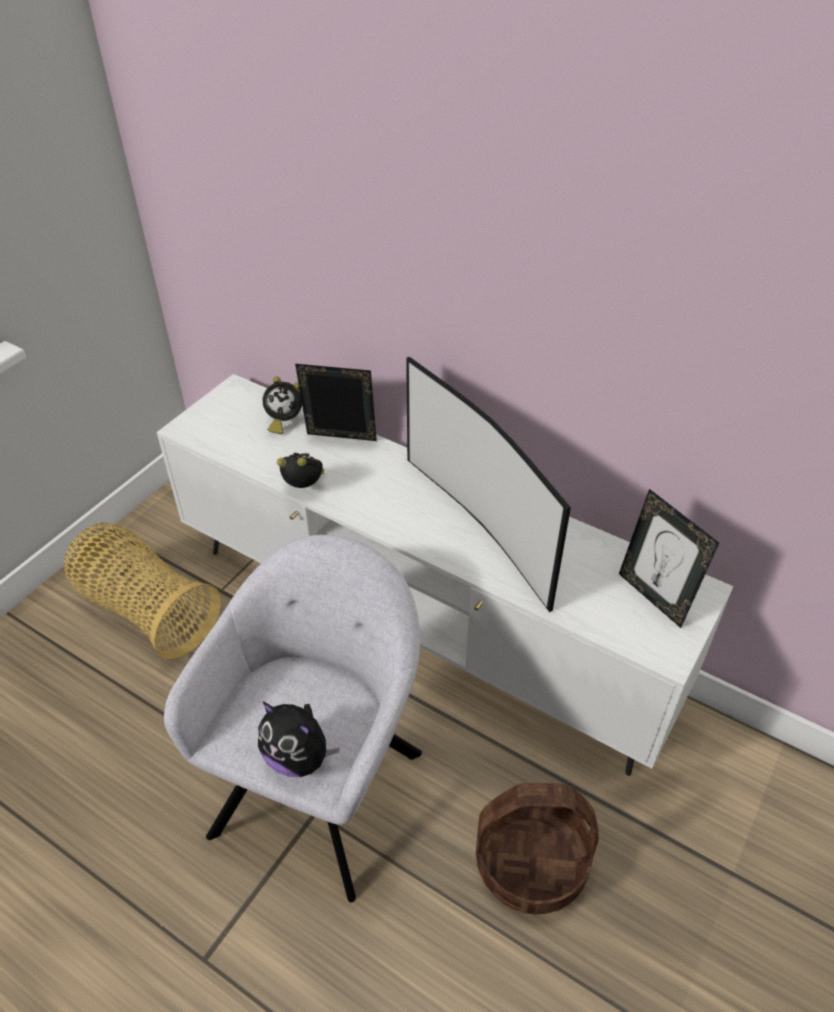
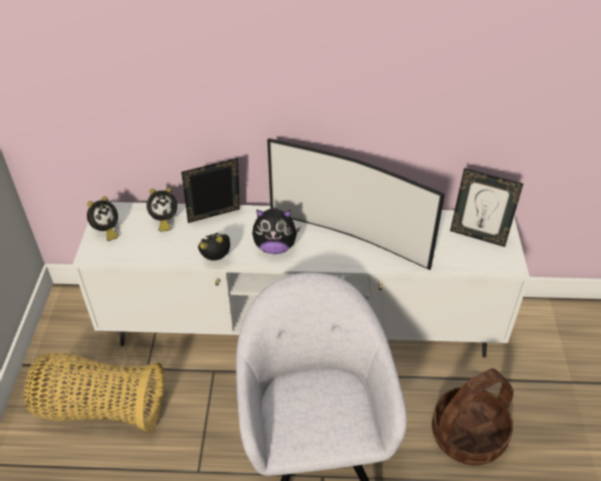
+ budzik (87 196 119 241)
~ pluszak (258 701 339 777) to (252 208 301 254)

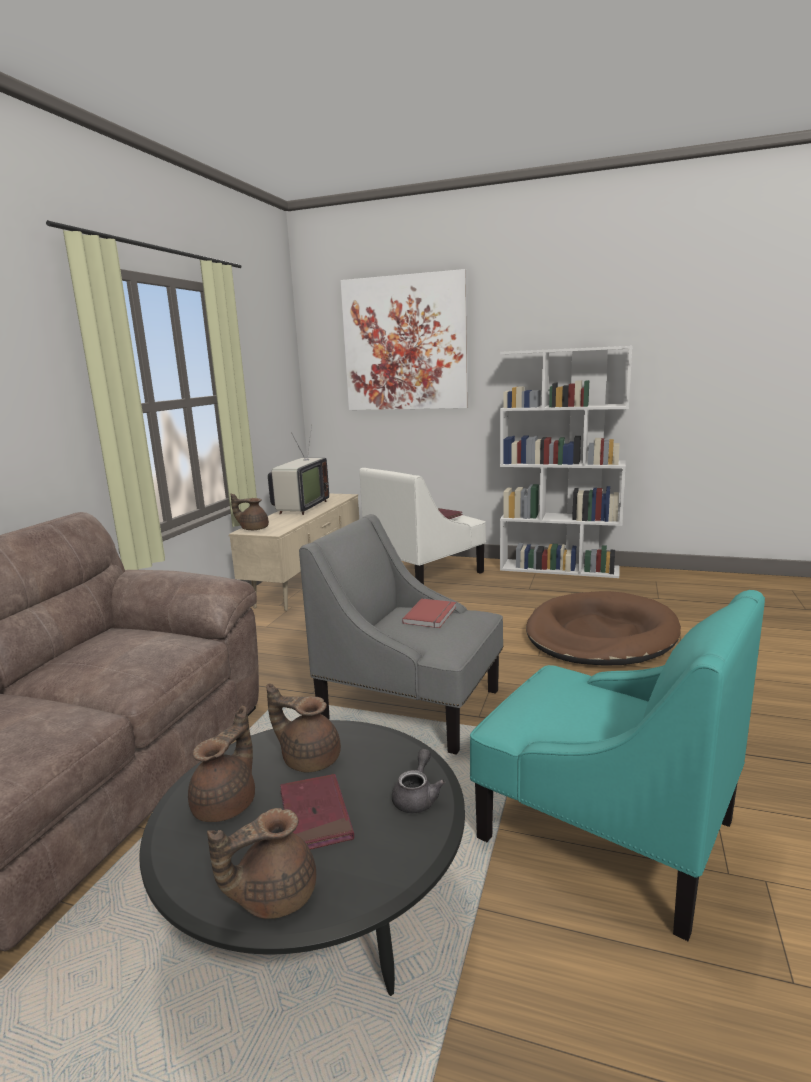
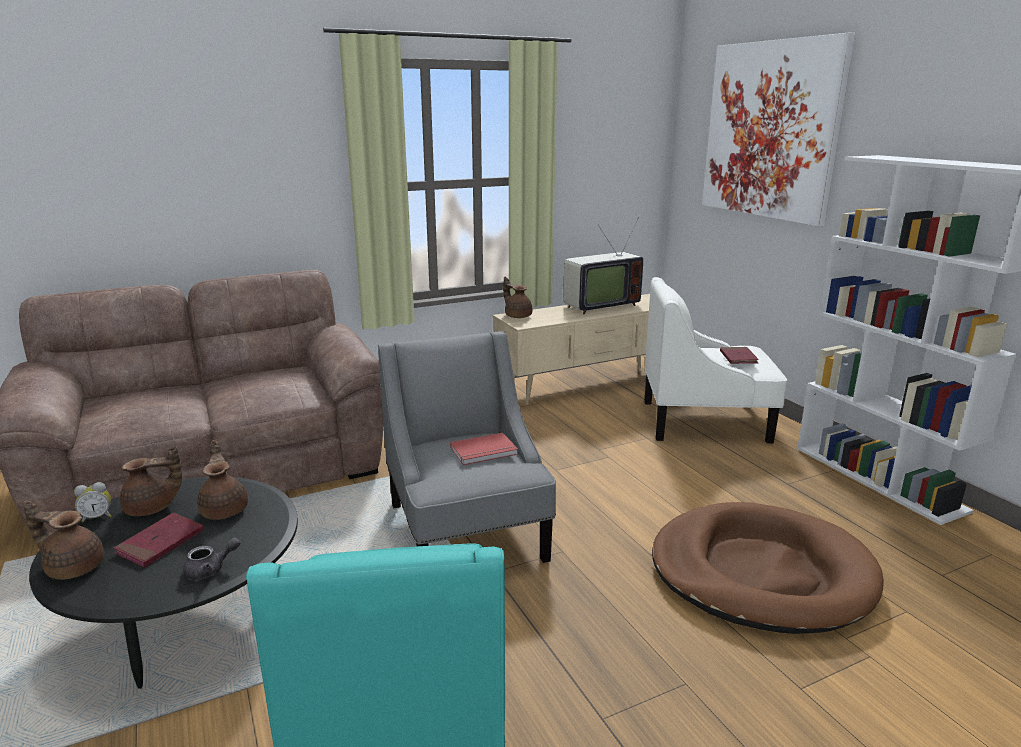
+ budzik (74 482 111 523)

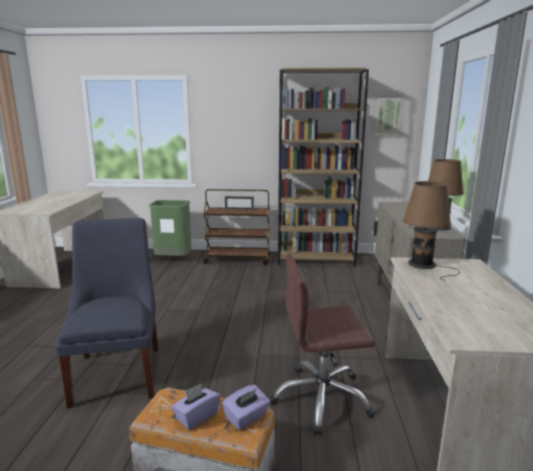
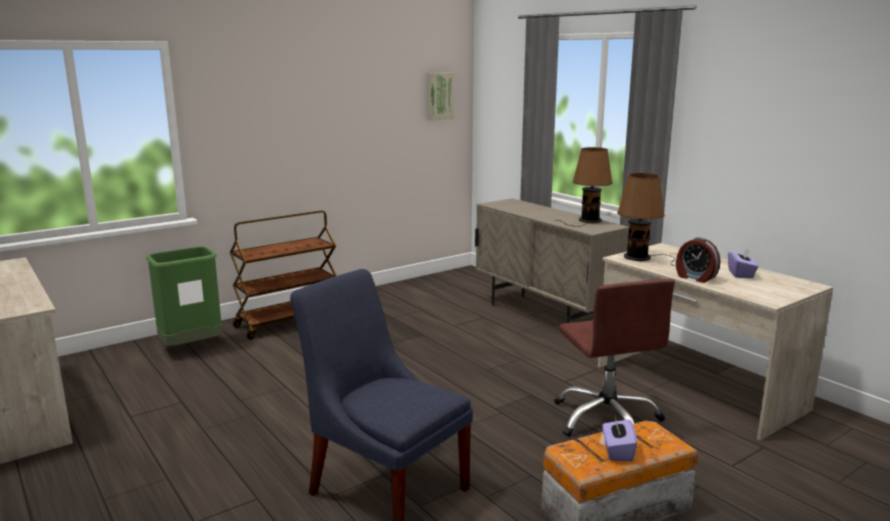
- ramka na zdjęcie (225 196 254 210)
- regał/brązowy (278 68 369 267)
+ budzik (676 237 720 283)
~ pudełko chusteczek/fioletowy (222 385 270 430) to (728 247 758 278)
~ krzesło biurowe/brązowy (269 254 375 436) = (554 279 675 437) 60 degrees counterclockwise

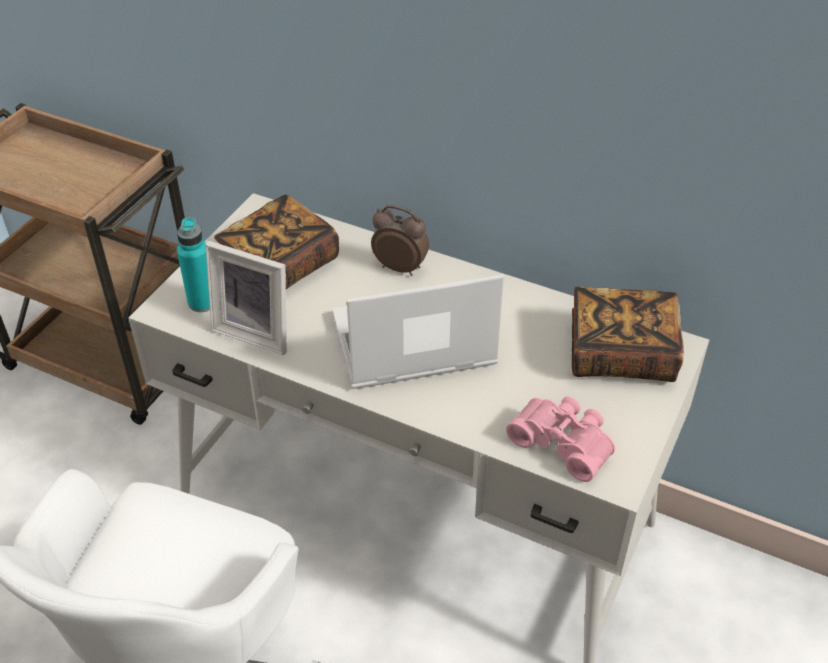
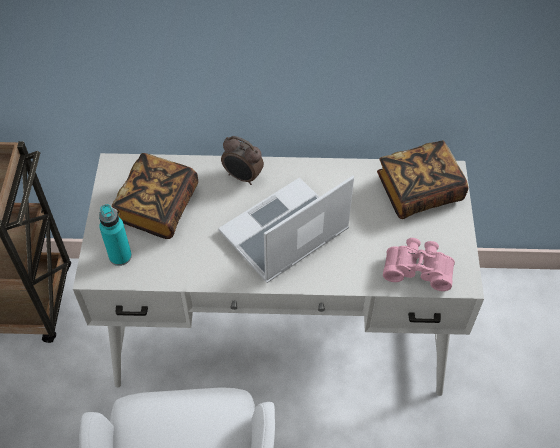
- ramka na zdjęcie (205 241 287 355)
~ budzik (371 205 429 276) = (221 136 264 185) 150 degrees counterclockwise

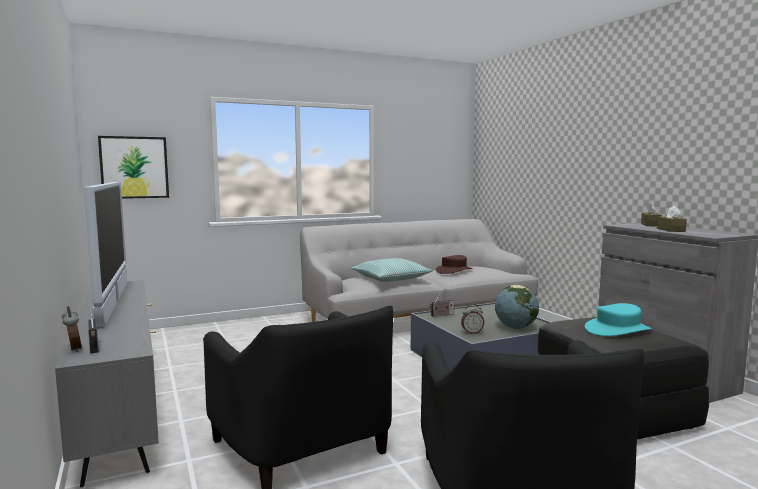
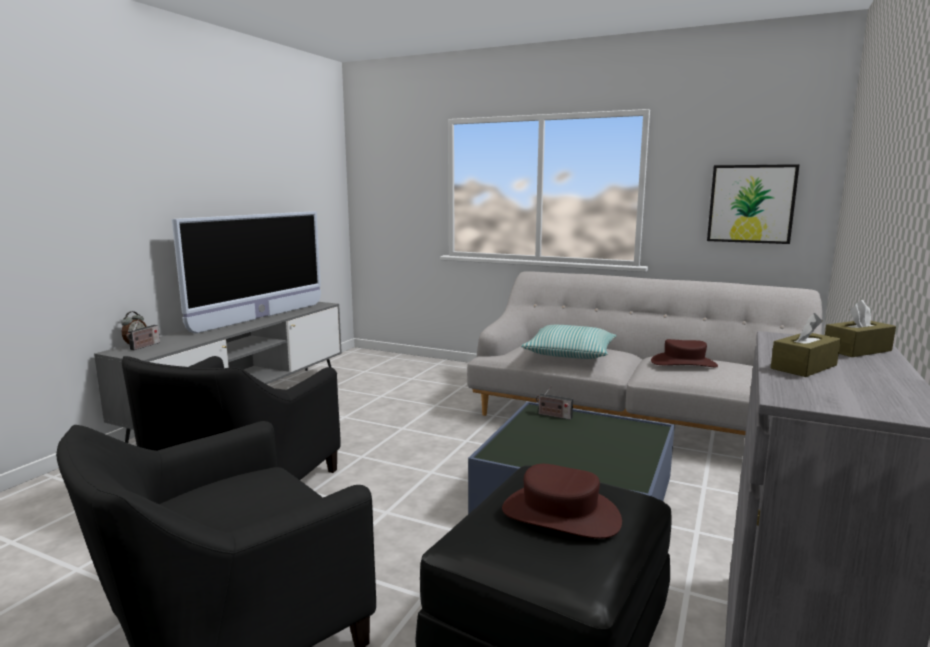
- budzik (461 304 484 334)
- globus (495 285 539 329)
~ obraz (98 136 169 199) to (707 164 800 244)
~ kapelusz/turkusowy (585 303 652 336) to kapelusz/brązowy (502 464 622 539)

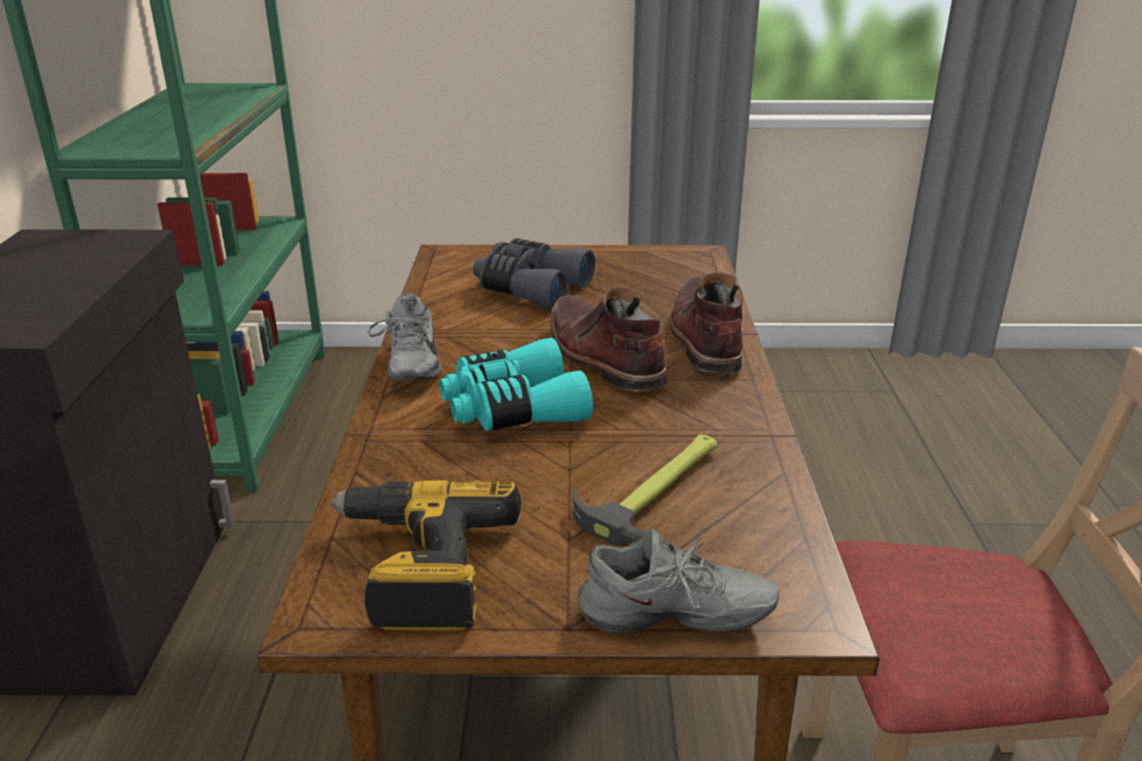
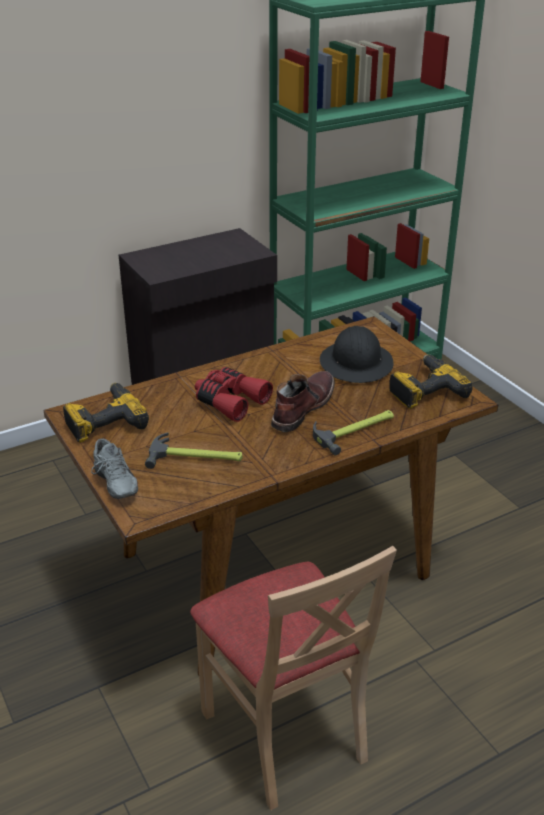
- but/szary (368 292 441 381)
+ wiertarka (389 354 473 409)
~ lornetka/szary (473 238 595 309) to kask/czarny (320 326 394 383)
~ but z cholewką/brązowy (670 272 743 374) to młotek (313 410 394 455)
~ lornetka/turkusowy (439 338 593 431) to lornetka/czerwony (195 367 273 422)

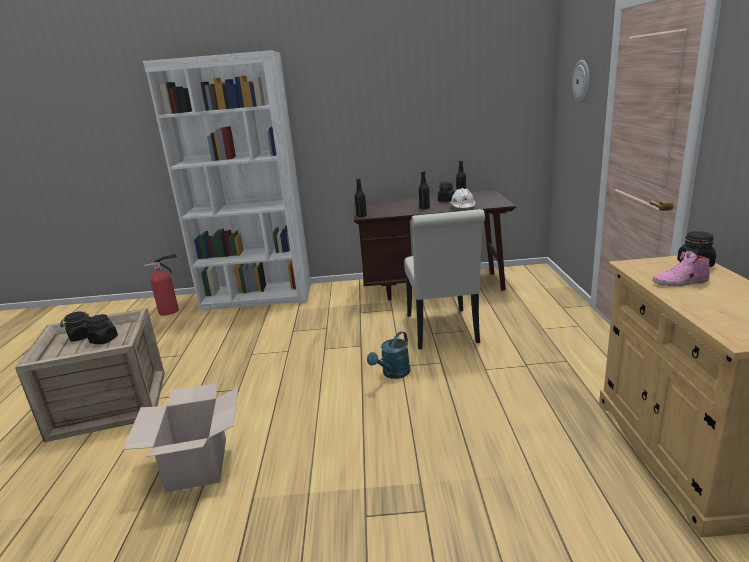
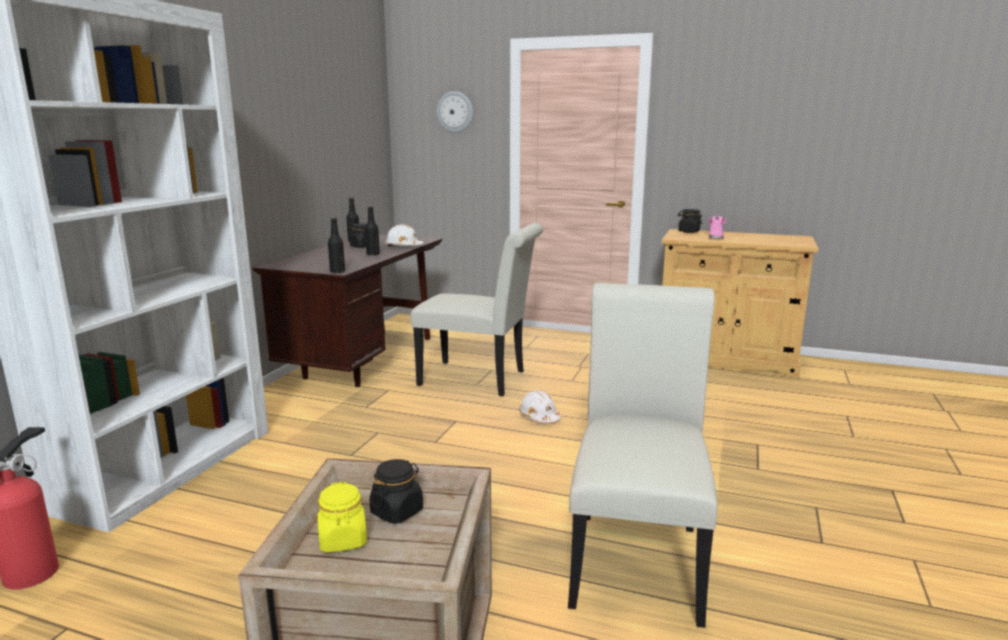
~ karton (123 383 238 492) to krzesło/biały (568 283 717 628)
~ konewka/turkusowy (367 331 410 379) to kask/biały (519 390 561 423)
~ słoik/czarny (60 312 90 342) to słoik/żółty (317 482 367 553)

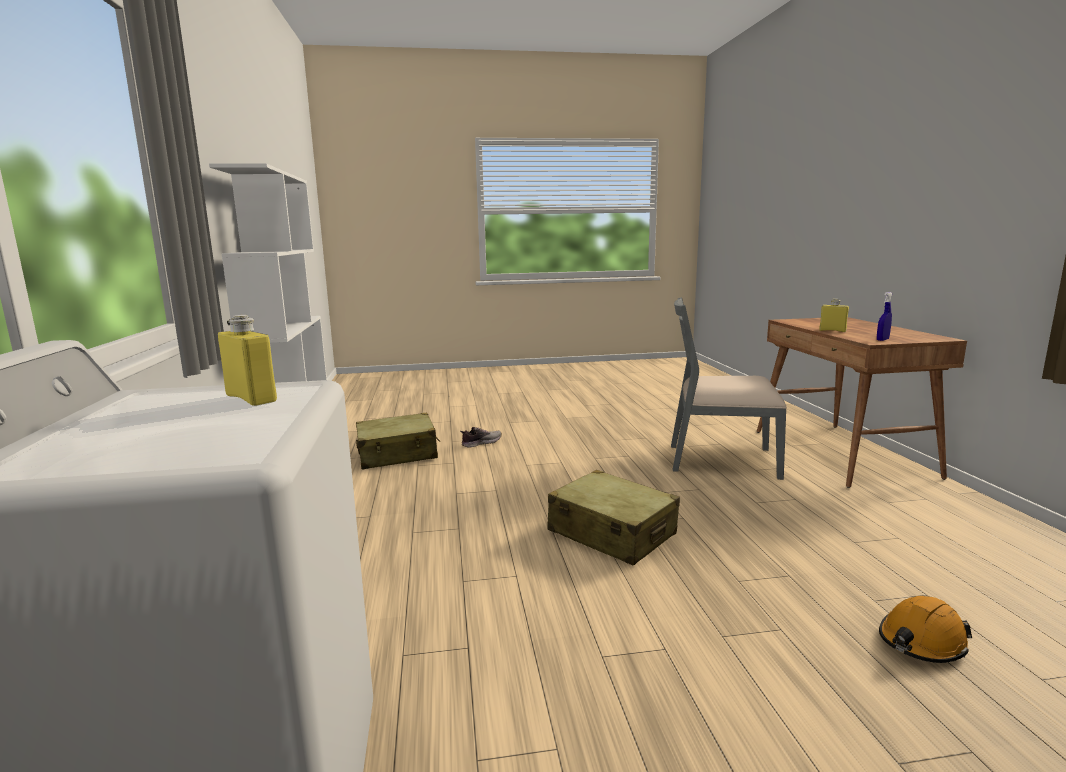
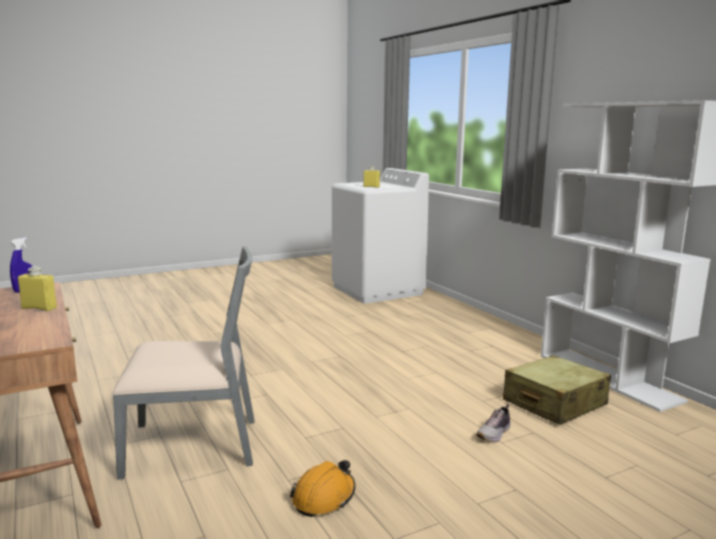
- walizka/beżowy (548 470 680 566)
~ kask/pomarańczowy (879 596 972 663) to (290 460 355 517)

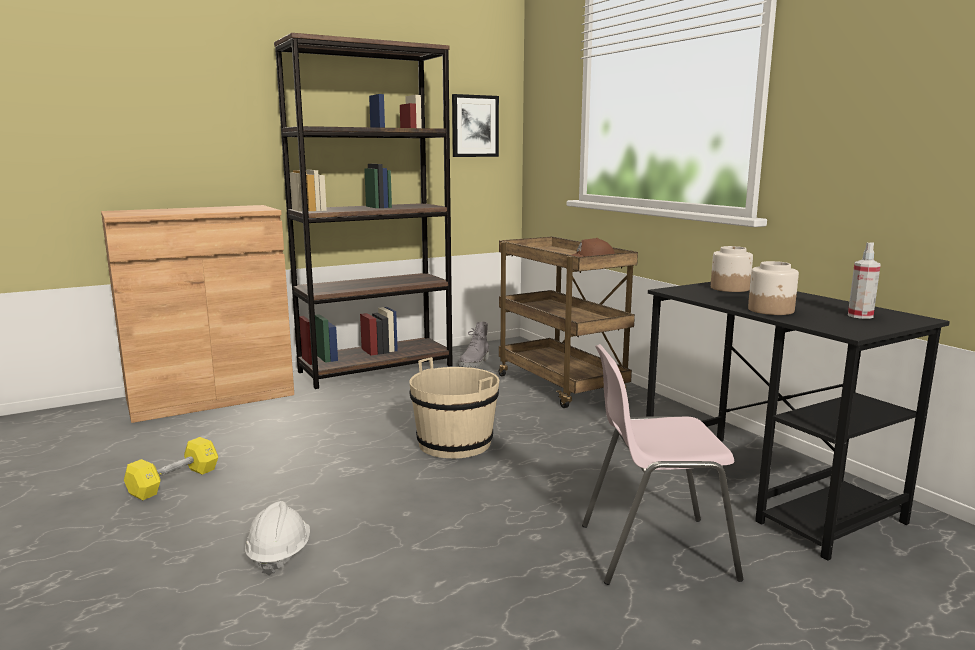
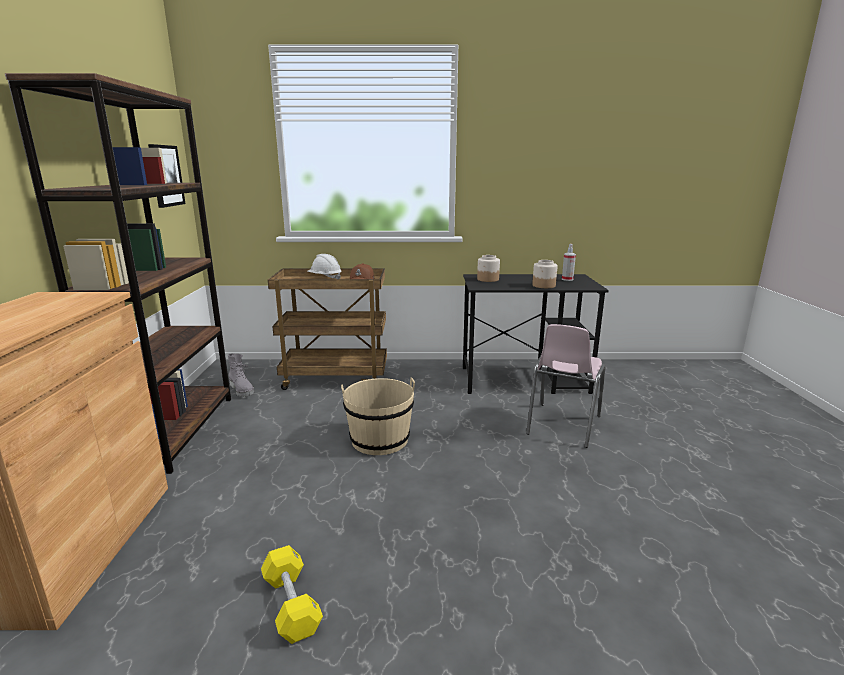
~ kask/biały (245 501 310 576) to (307 254 341 279)

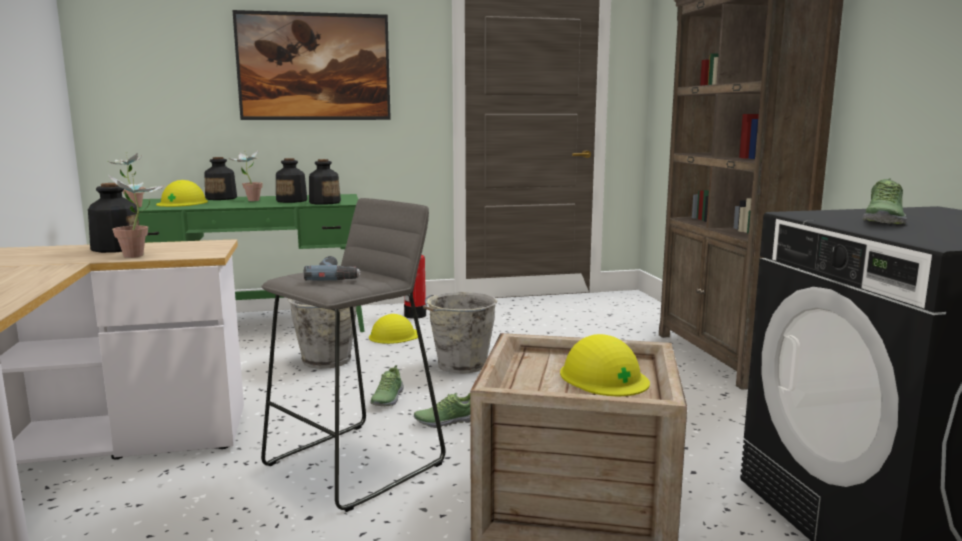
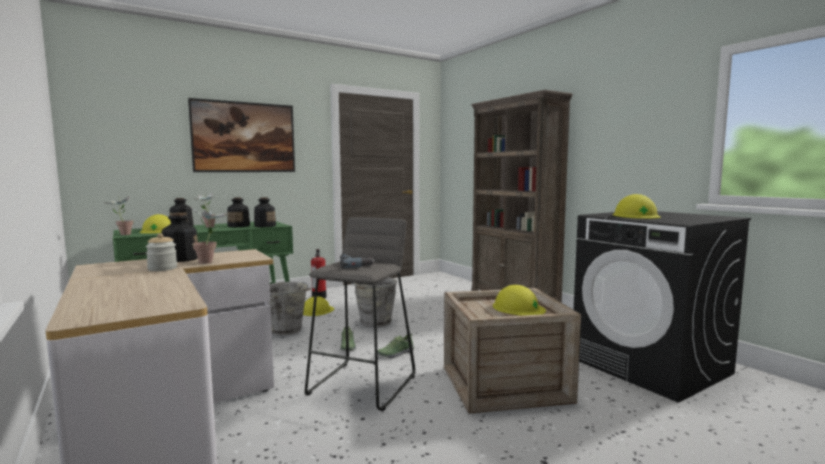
+ słoik (146 233 177 271)
~ but (863 178 907 224) to kask/żółty (613 194 661 219)

